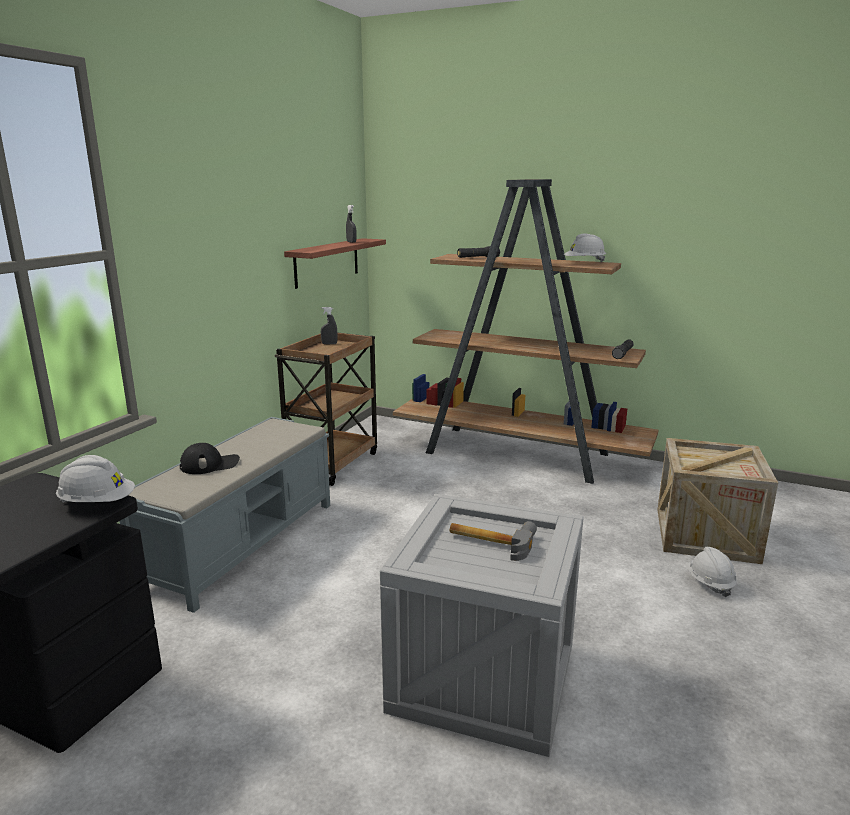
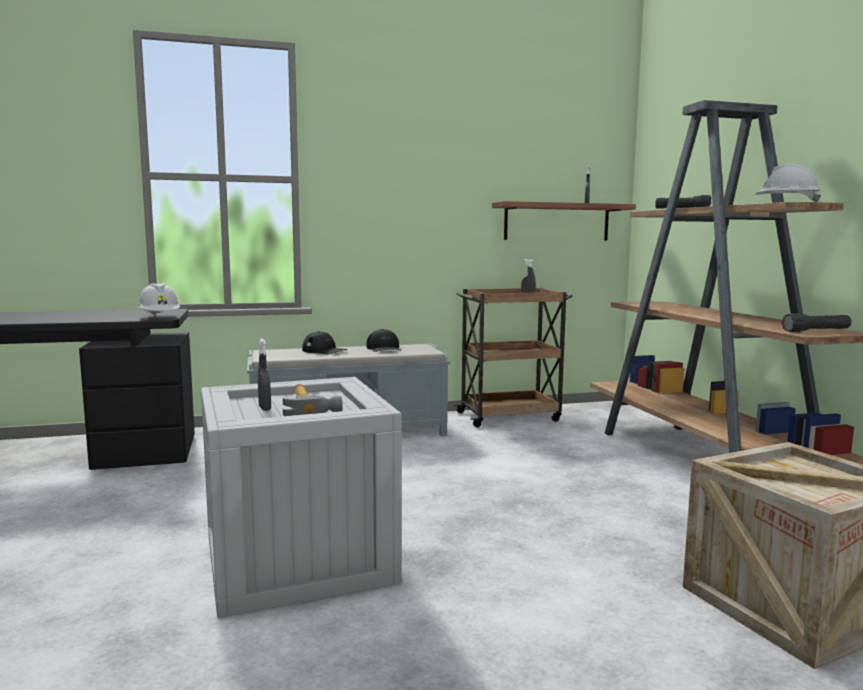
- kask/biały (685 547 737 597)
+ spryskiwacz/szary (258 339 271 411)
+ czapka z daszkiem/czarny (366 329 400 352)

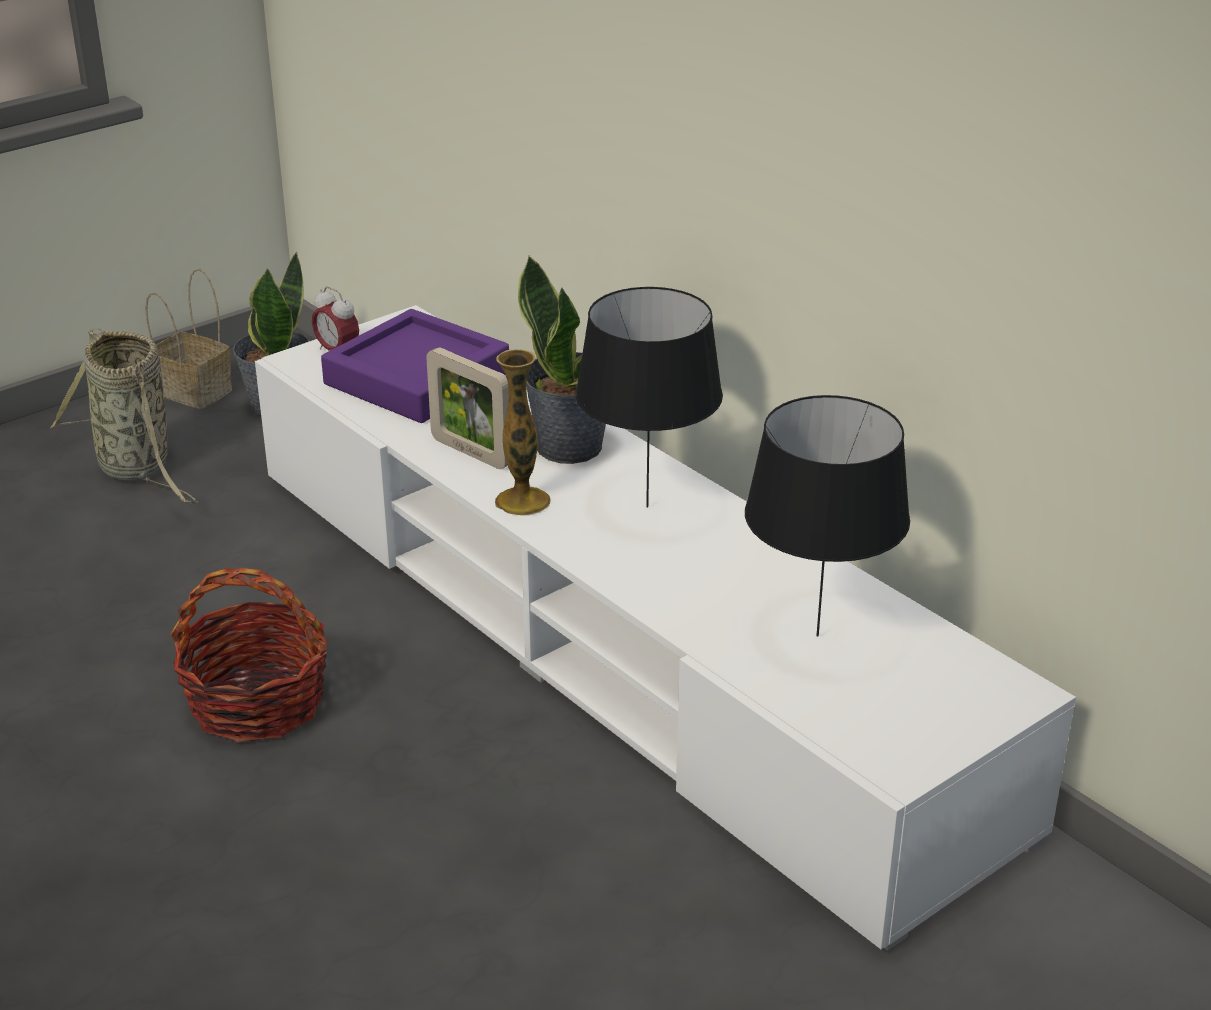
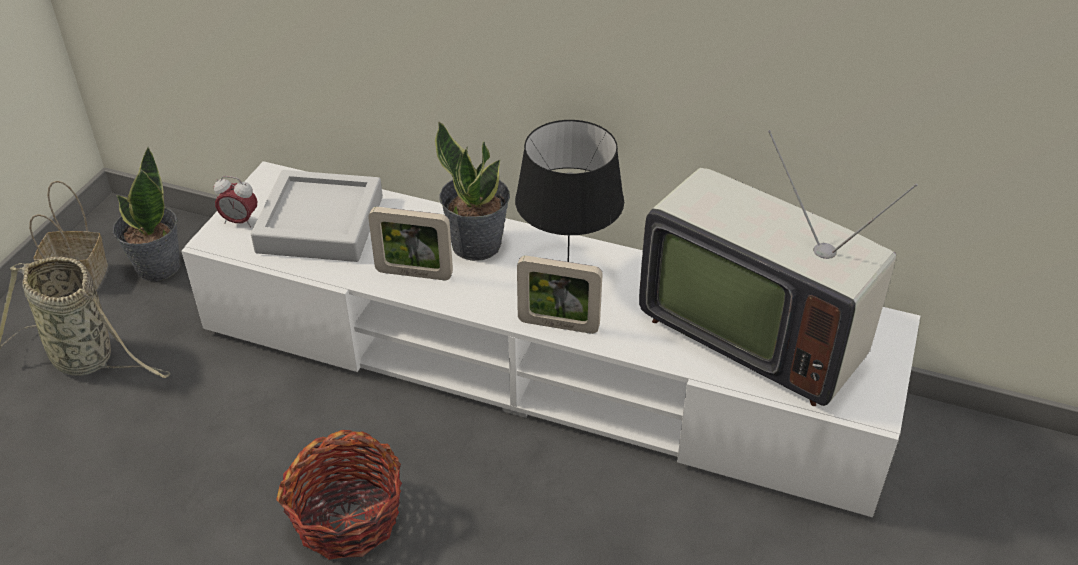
- wazon (495 349 551 516)
+ ramka na zdjęcie (517 256 603 334)
~ lampa stołowa/czarny (745 395 910 637) to telewizor (639 130 918 406)
~ taca/fioletowy (321 309 509 423) to taca/szary (251 170 383 262)

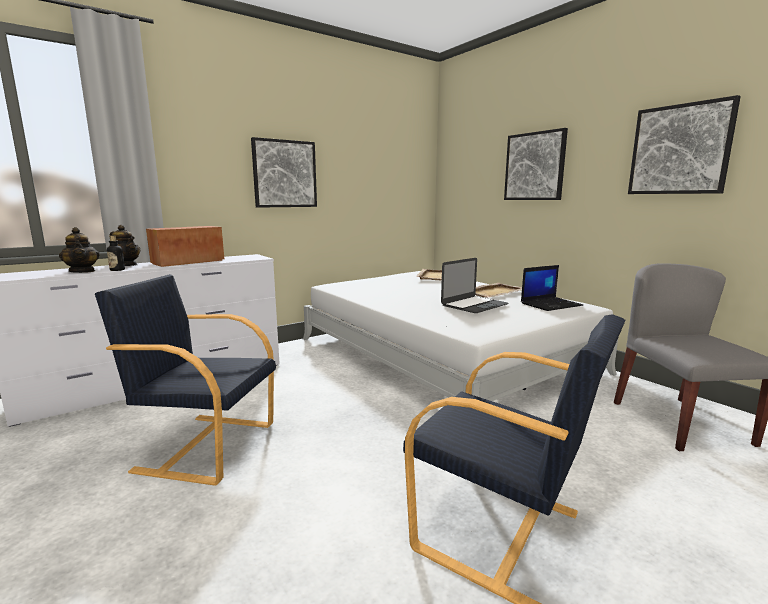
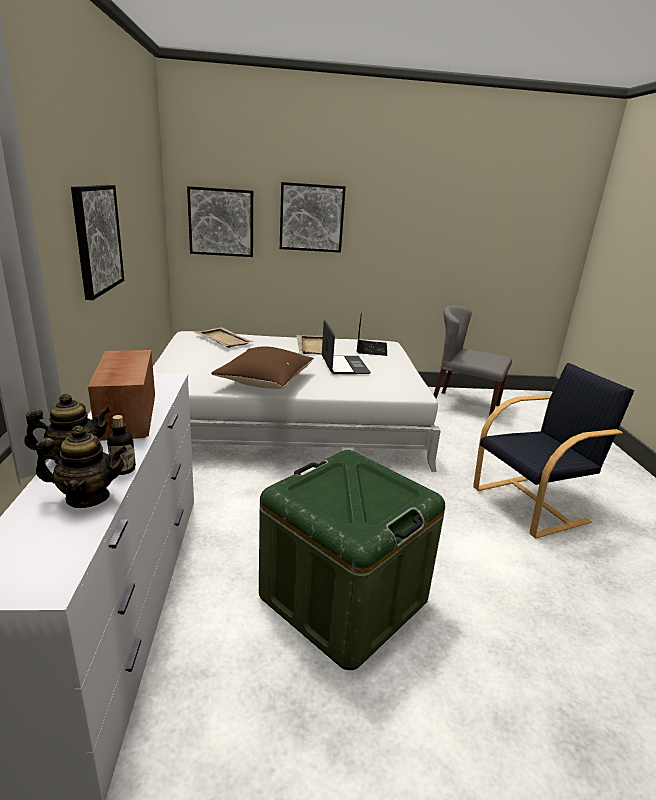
+ poduszka/brązowy (211 346 314 389)
~ obraz (628 95 741 194) to (187 186 253 257)
~ fotel/czarny (95 274 276 486) to pojemnik do przechowywania/zielony (259 450 445 670)

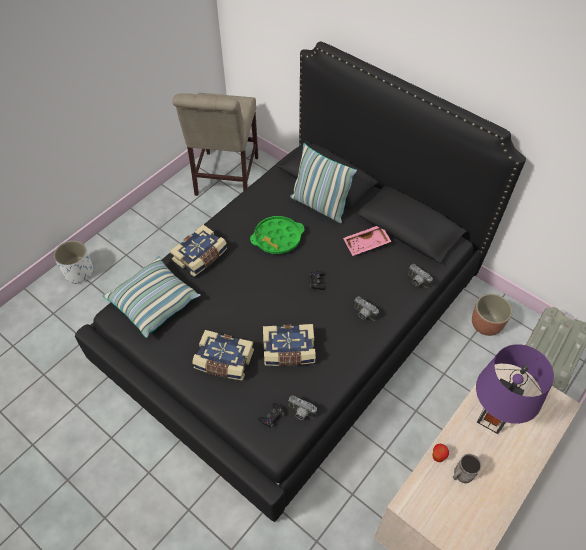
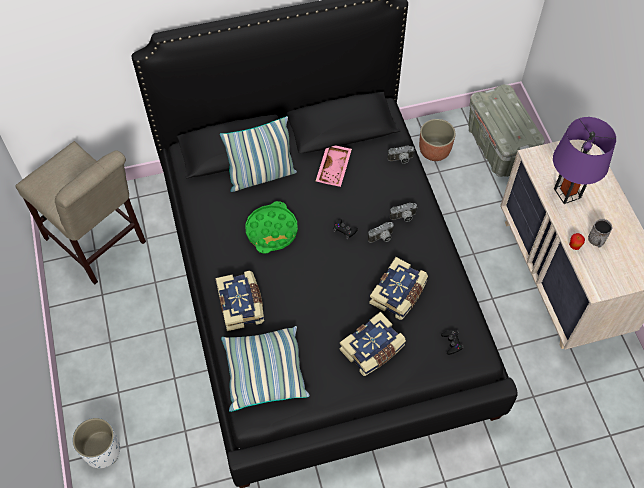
~ aparat fotograficzny (288 395 317 420) to (368 222 394 243)

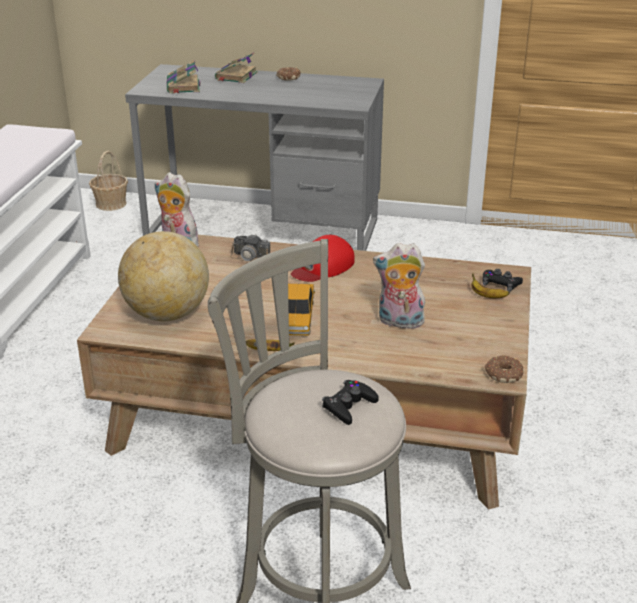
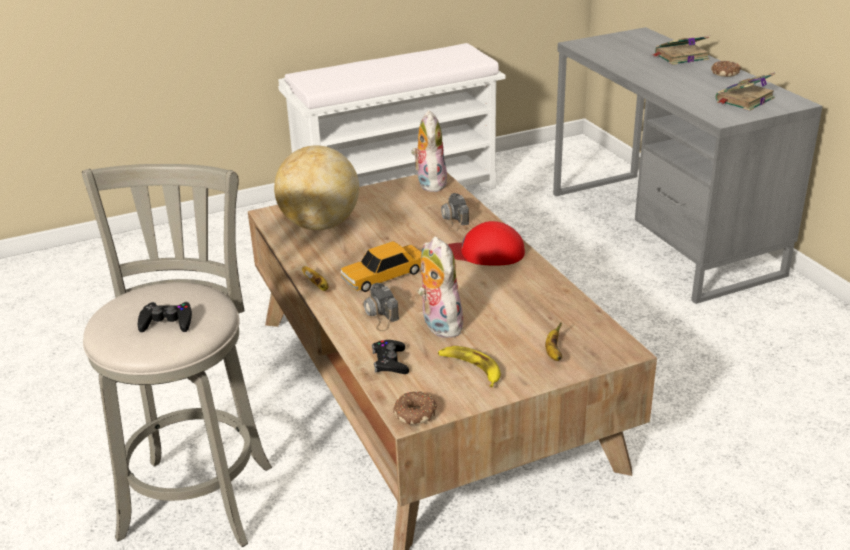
- koszyk (89 151 128 211)
+ aparat fotograficzny (362 283 399 331)
+ banan (438 346 501 387)
~ książka (167 60 201 93) to (716 72 775 111)
~ pad do gier/czarny (483 269 523 292) to (372 340 409 374)

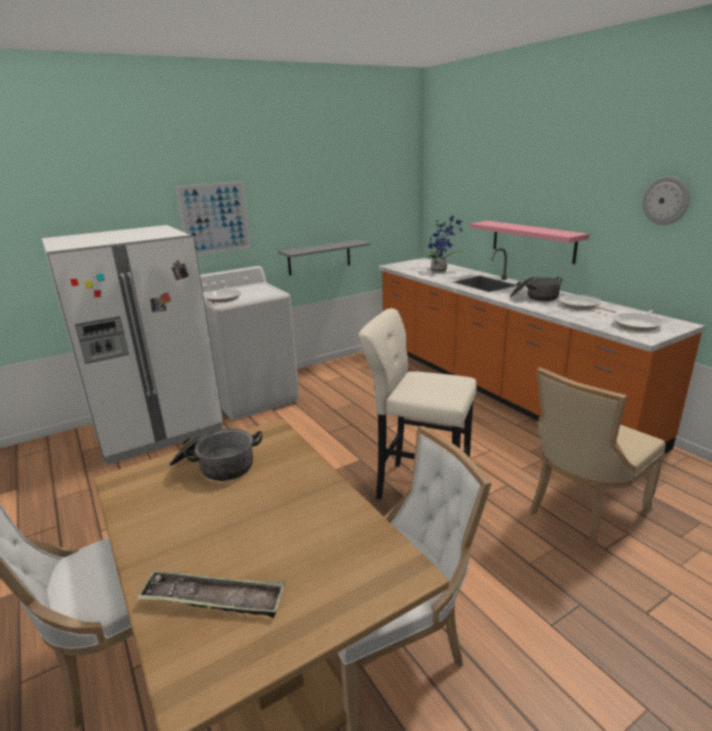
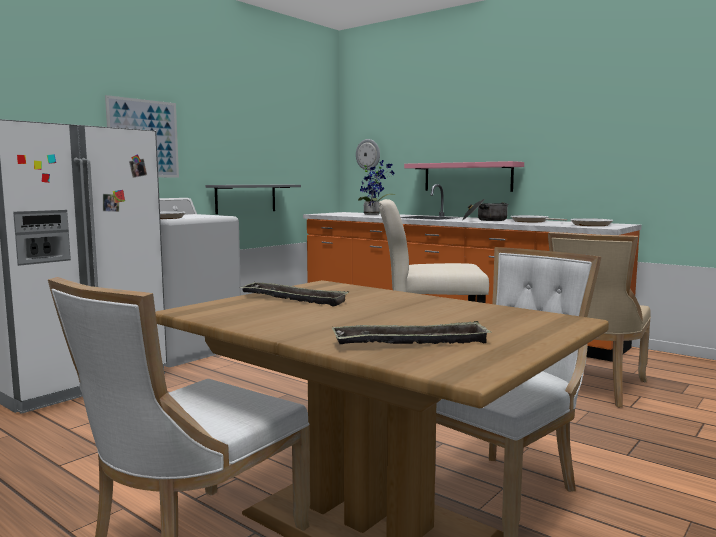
~ zegar ścienny (642 176 690 225) to (356 139 380 170)
~ garnek (169 429 263 481) to taca (240 282 349 306)

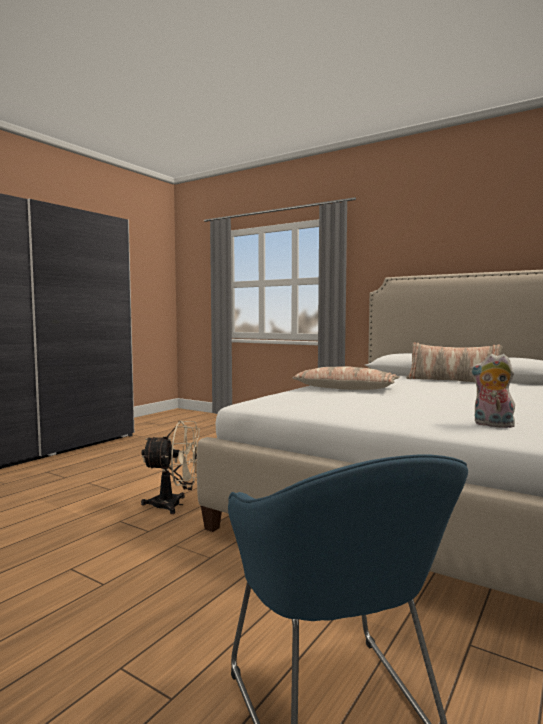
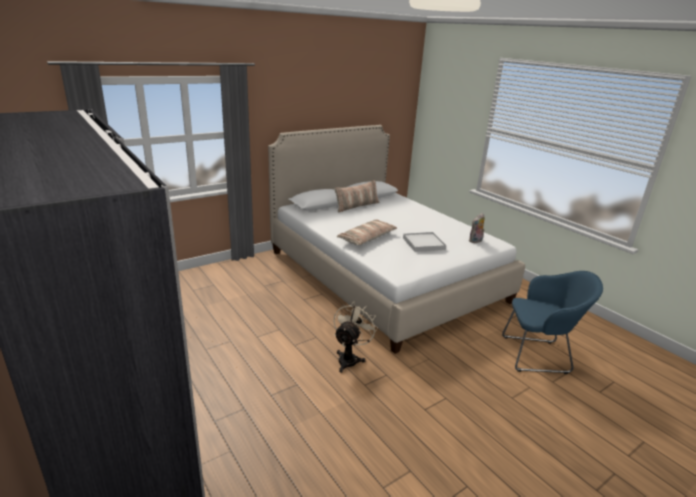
+ taca/biały (403 232 446 252)

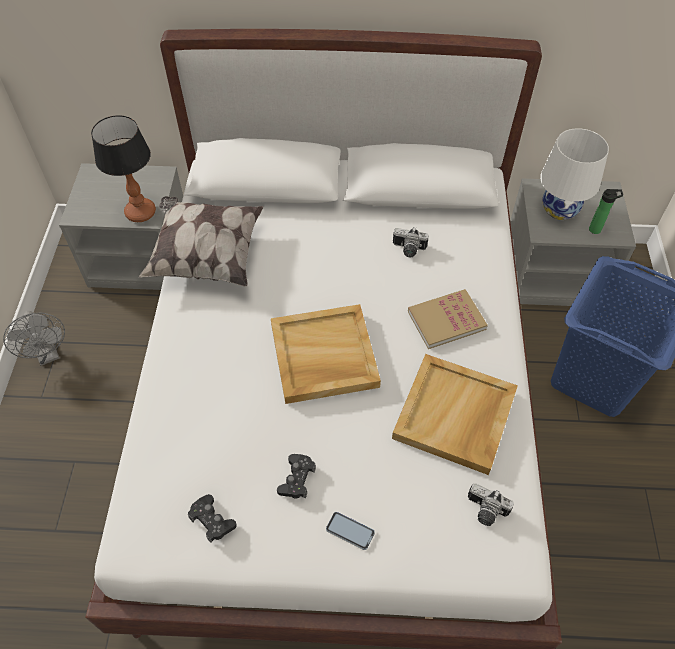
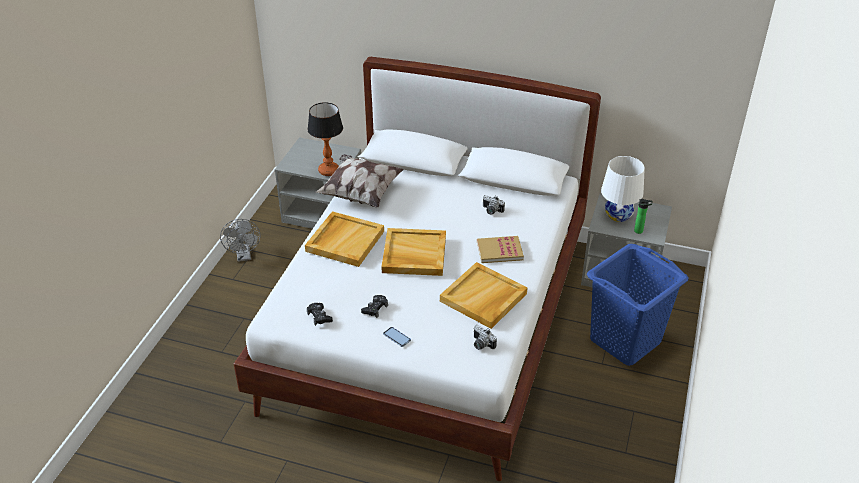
+ taca/beżowy (305 211 384 267)

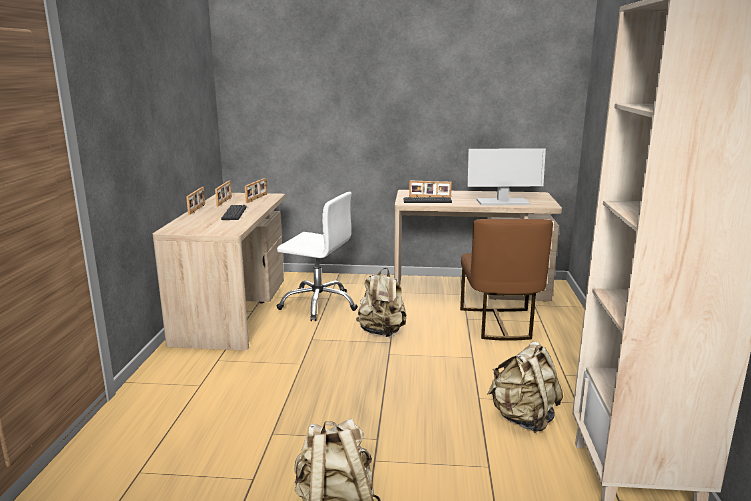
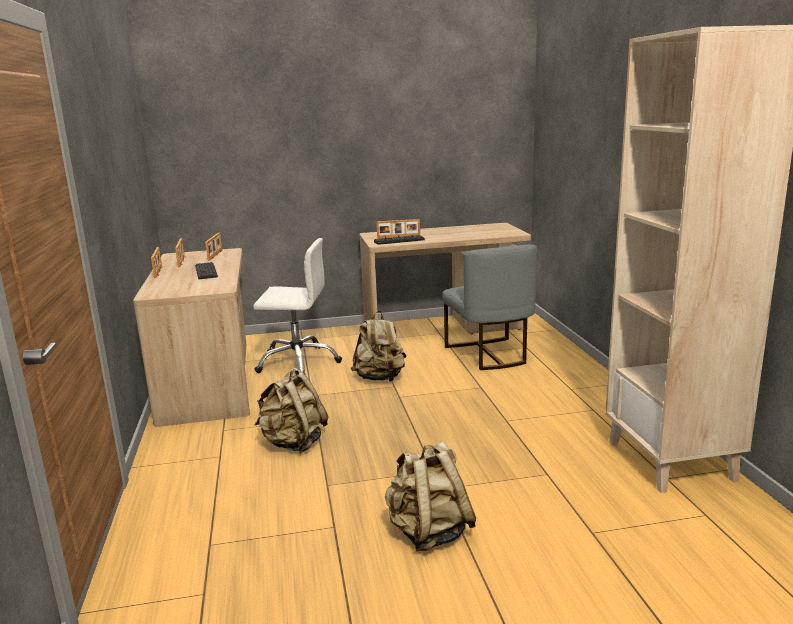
- monitor (467 148 546 205)
~ plecak/beżowy (487 341 563 433) to (255 368 328 453)
~ krzesło/brązowy (460 219 553 341) to krzesło/szary (442 245 537 370)

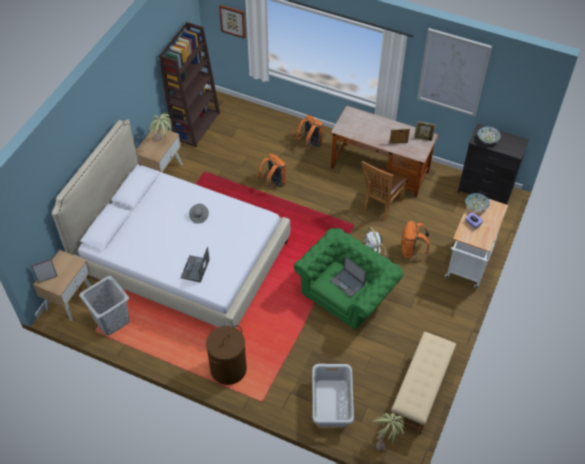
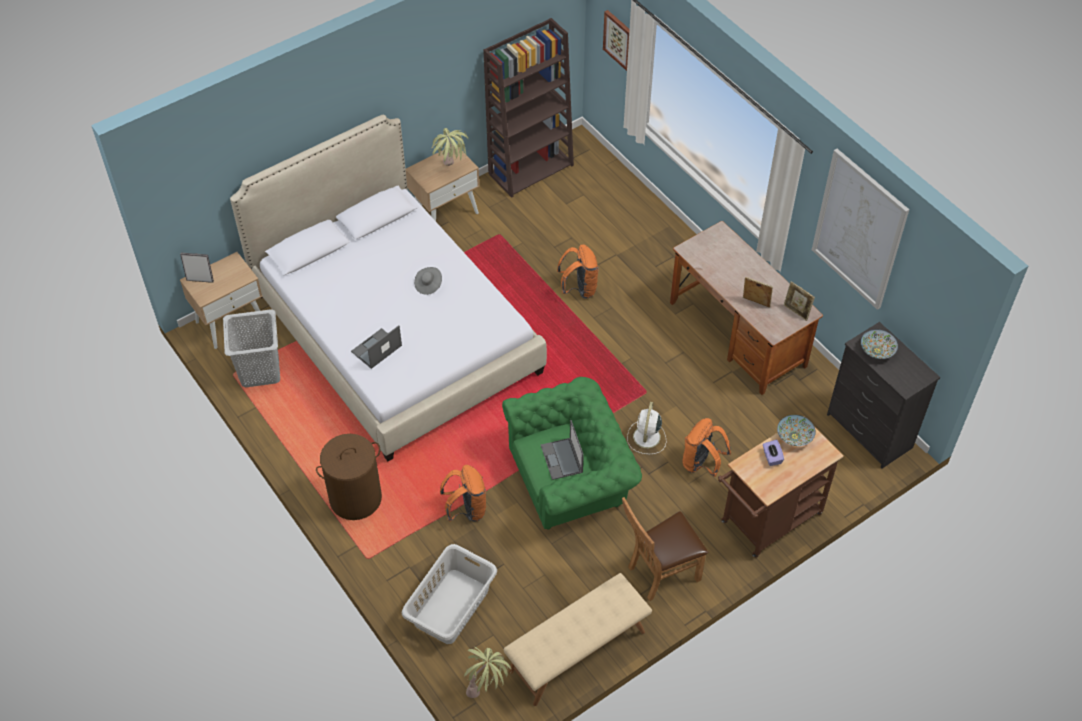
~ plecak/pomarańczowy (295 115 324 149) to (440 465 487 522)
~ krzesło/brązowy (362 161 407 221) to (622 497 708 601)
~ wózek/biały (445 199 508 288) to wózek/brązowy (718 428 843 558)

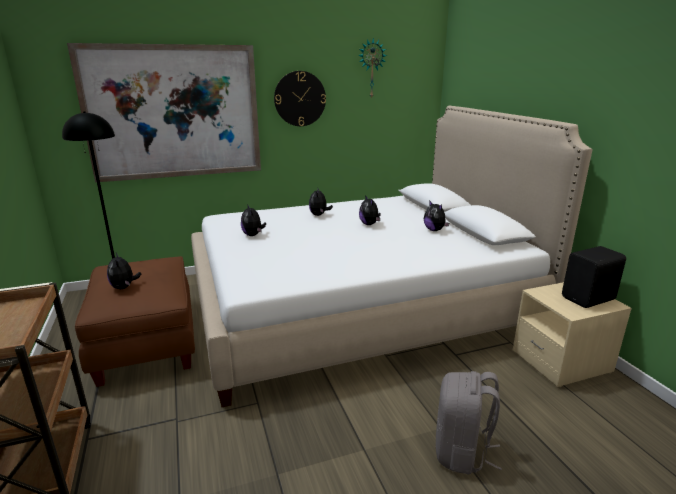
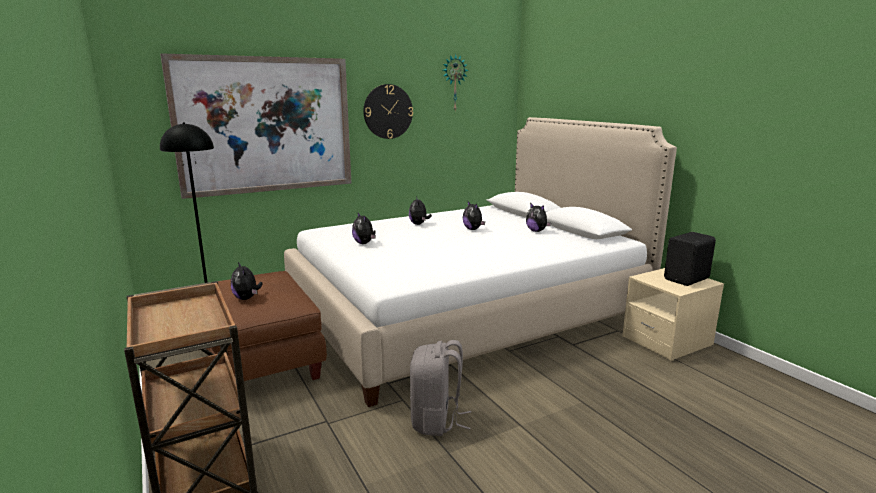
~ plecak/szary (435 371 502 475) to (410 340 471 436)

